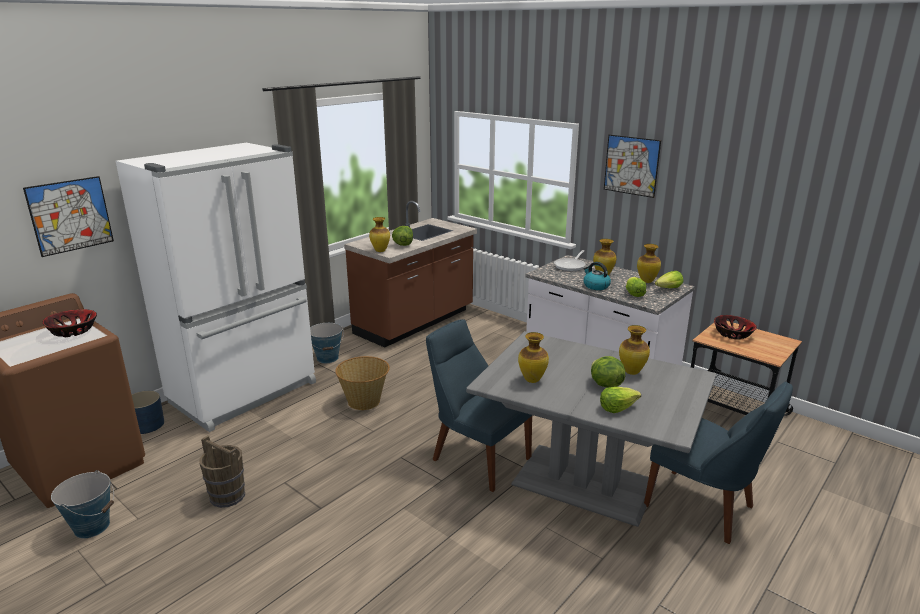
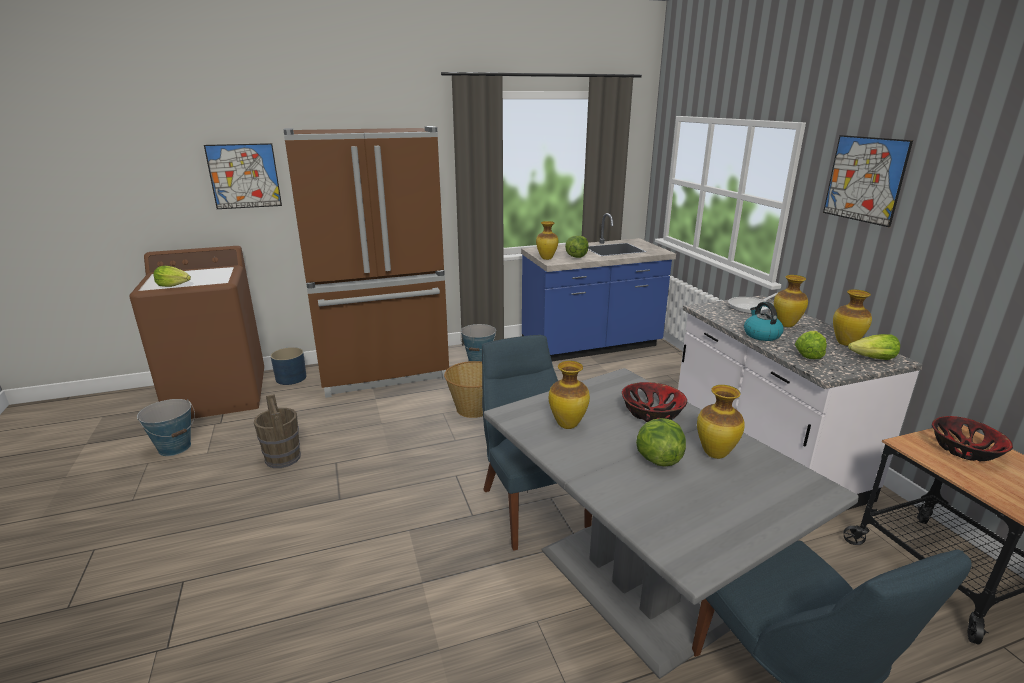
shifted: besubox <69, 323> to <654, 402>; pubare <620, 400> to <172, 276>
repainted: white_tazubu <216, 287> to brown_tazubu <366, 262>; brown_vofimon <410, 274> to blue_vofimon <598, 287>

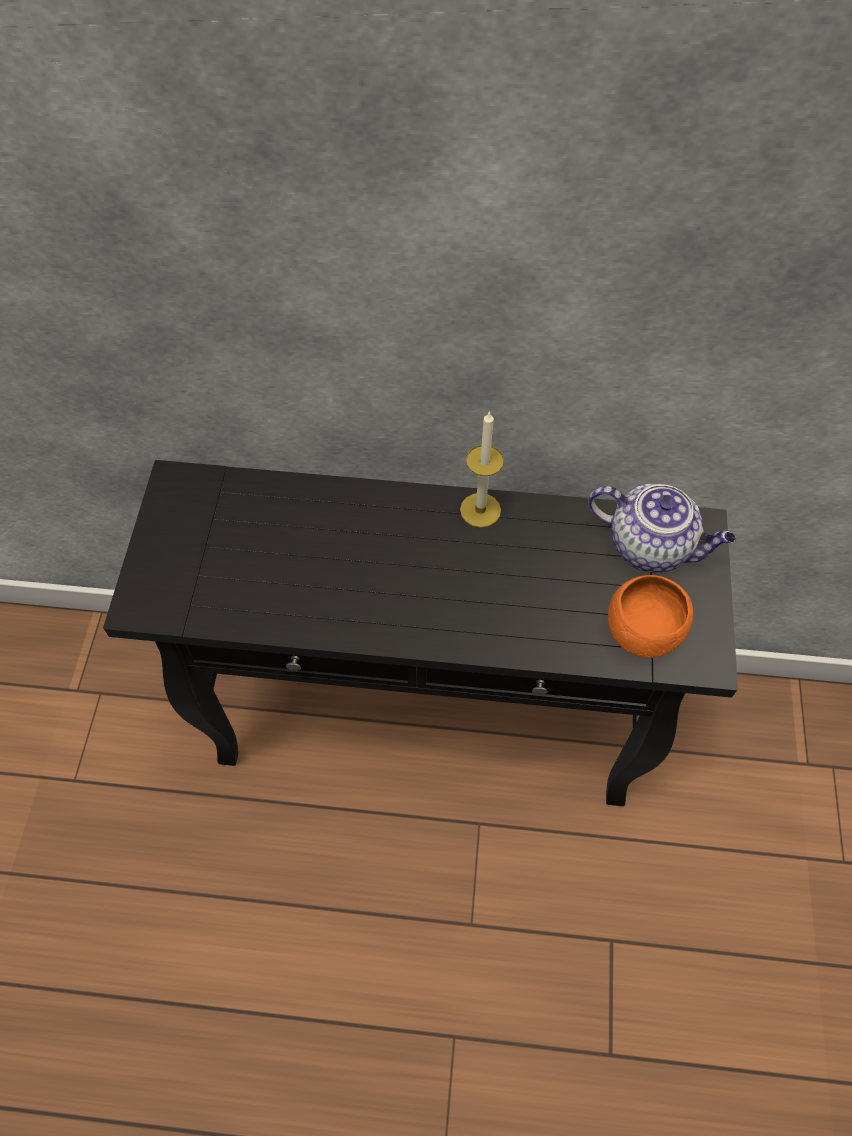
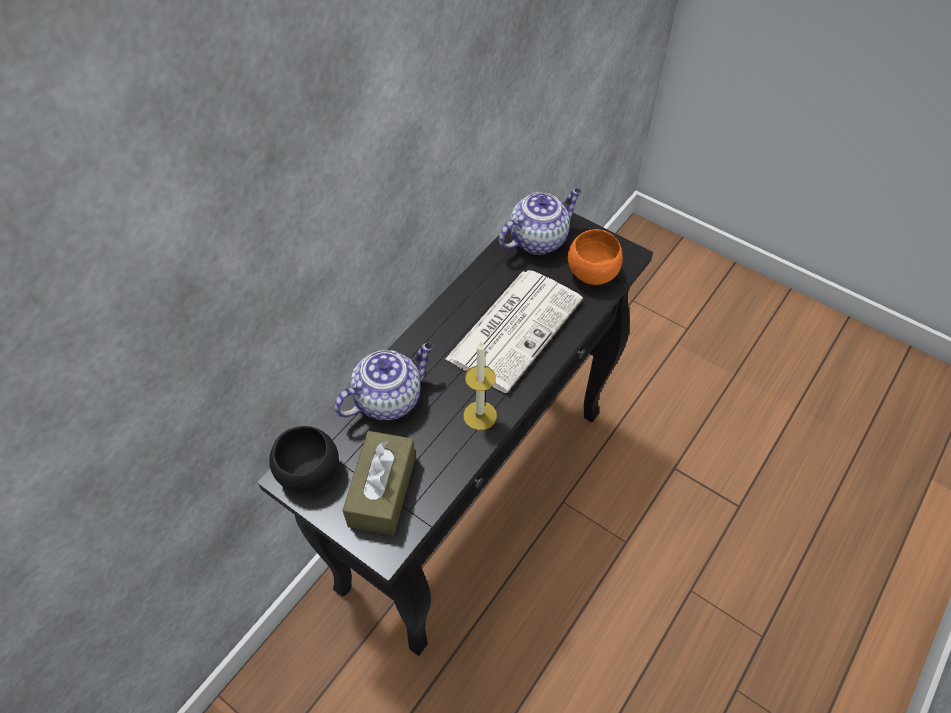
new: black_besubox <304, 459>; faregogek <383, 381>; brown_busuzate <379, 483>; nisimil <514, 331>
shifted: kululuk <482, 469> to <480, 386>

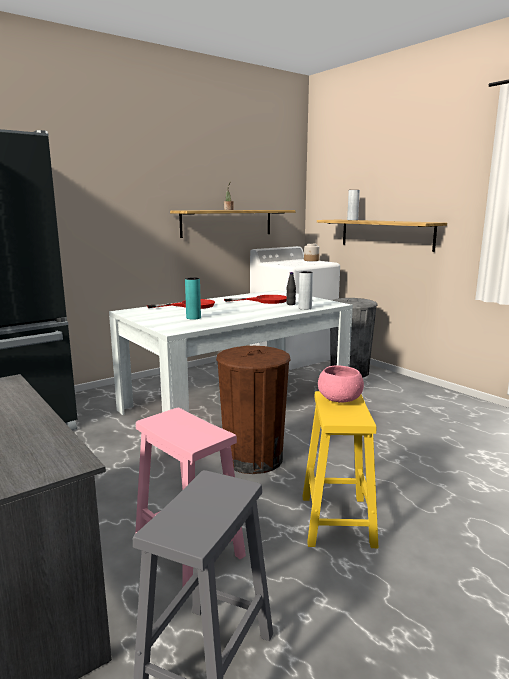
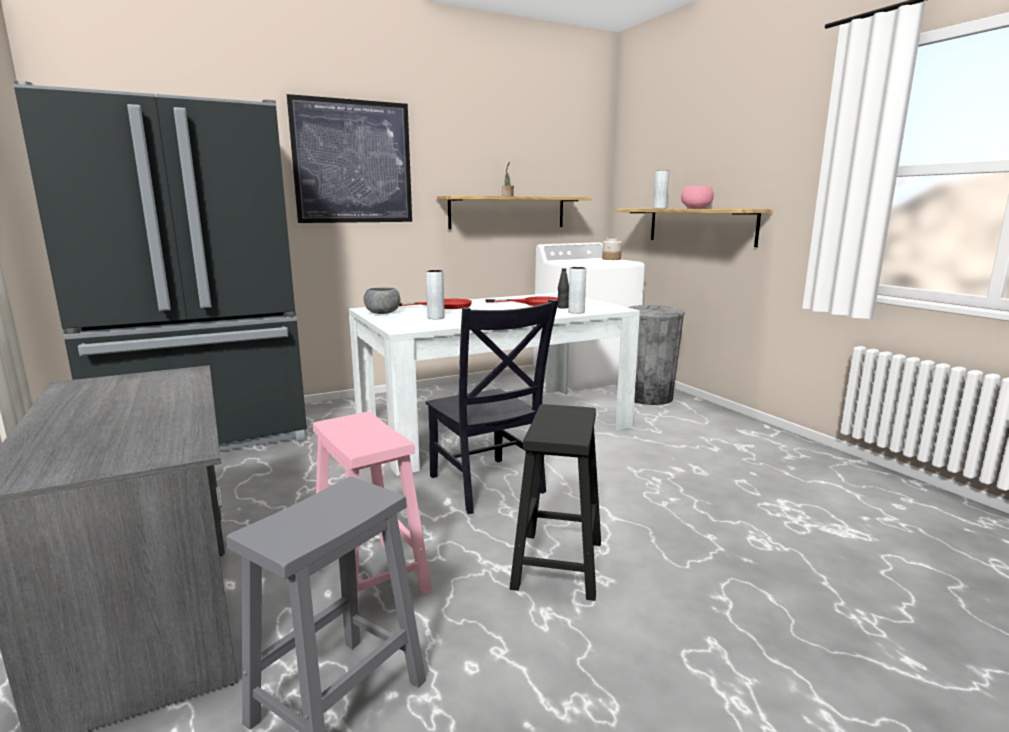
new: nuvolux <349, 158>; grey_besubox <382, 300>
shifted: pink_besubox <341, 384> to <697, 197>
swapped: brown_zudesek <253, 410> to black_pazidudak <492, 406>
repainted: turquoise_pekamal <193, 298> to grey_pekamal <435, 294>; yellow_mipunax <340, 469> to black_mipunax <555, 502>

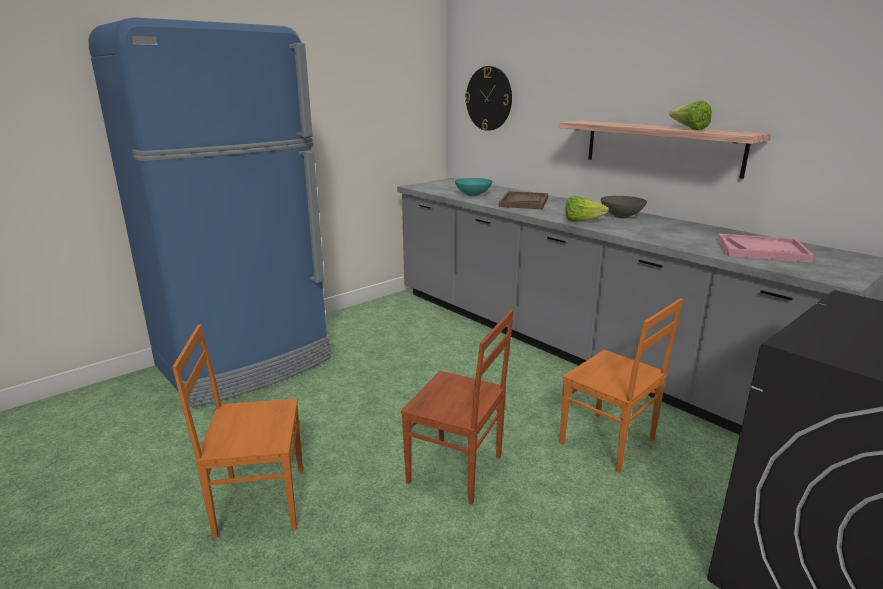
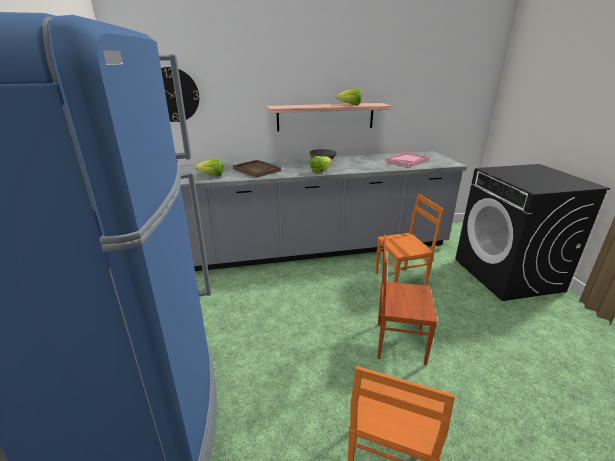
swapped: turquoise_besubox <474, 187> to pubare <209, 167>
rotated: brown_pazidudak <457, 407> = <408, 300> 135 degrees counterclockwise

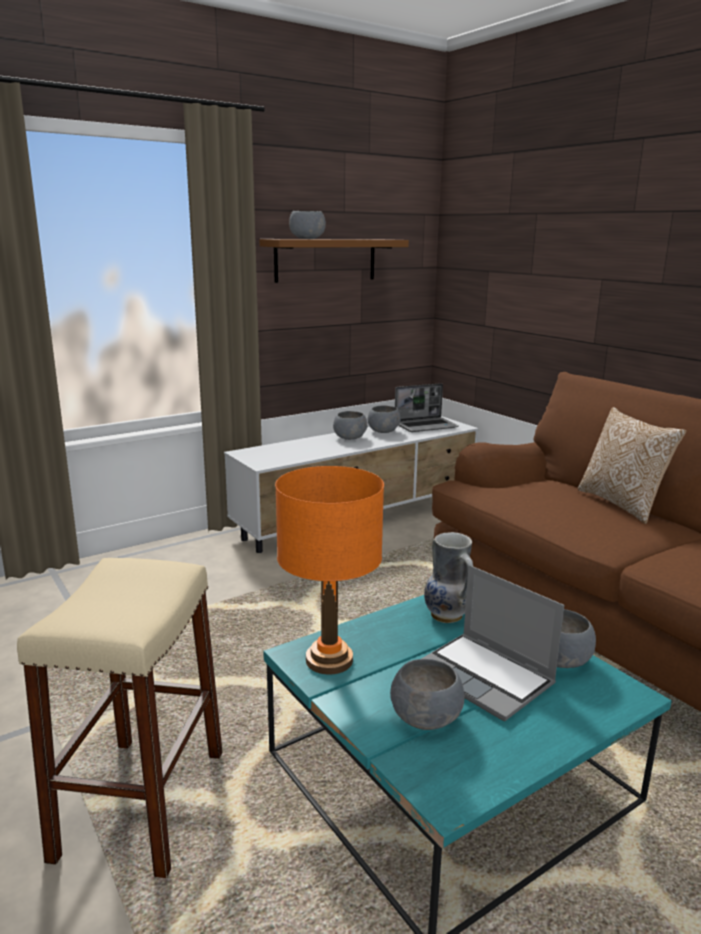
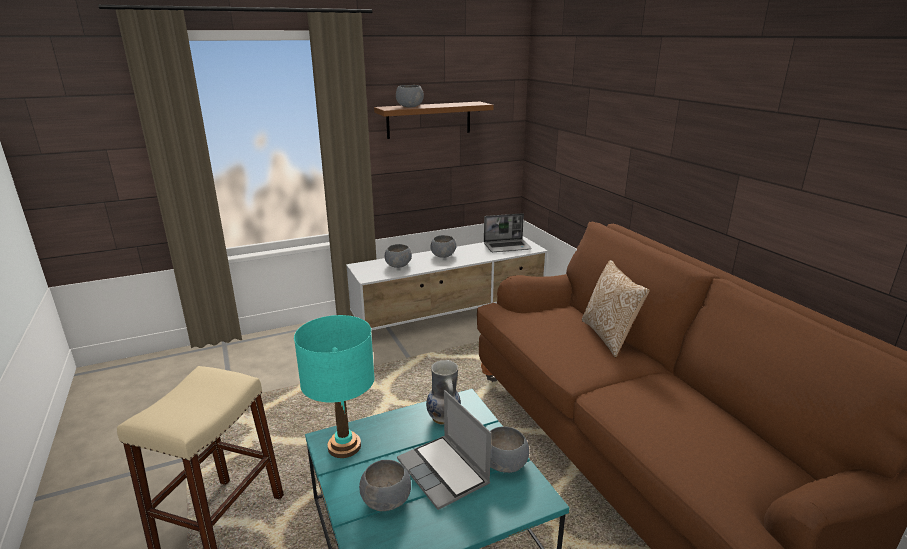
shifted: grey_besubox <384, 419> to <398, 256>
repainted: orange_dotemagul <329, 570> to turquoise_dotemagul <334, 386>

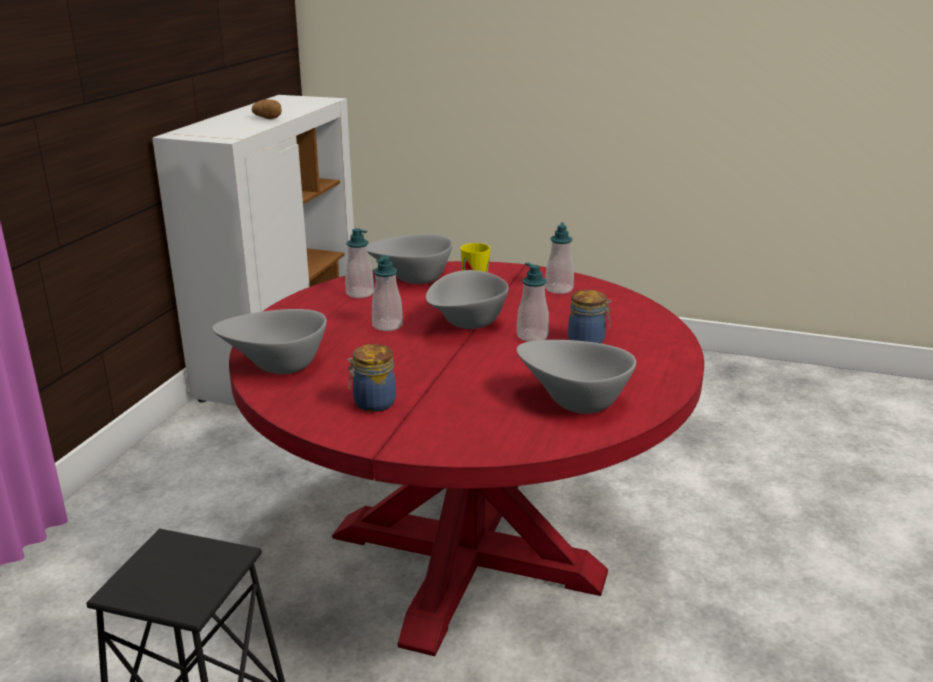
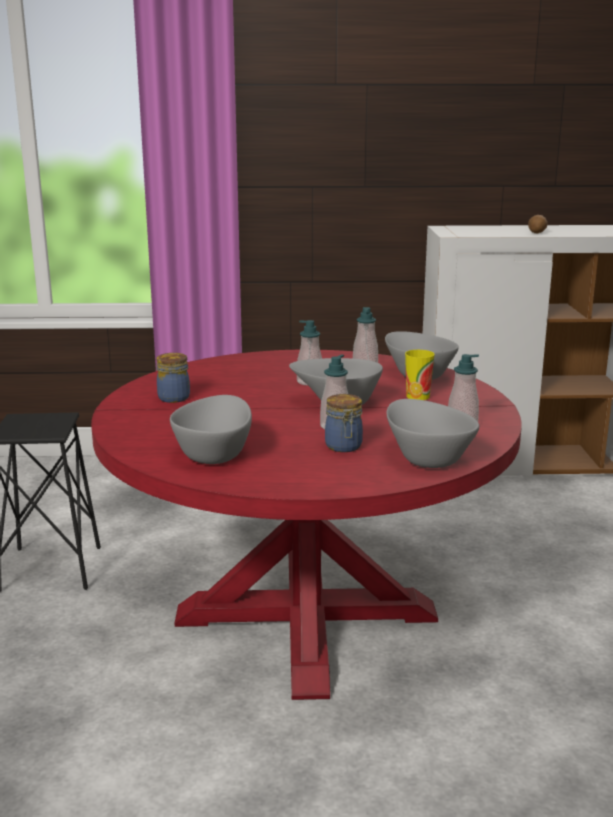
shifted: grey_besubox <269, 341> to <433, 433>

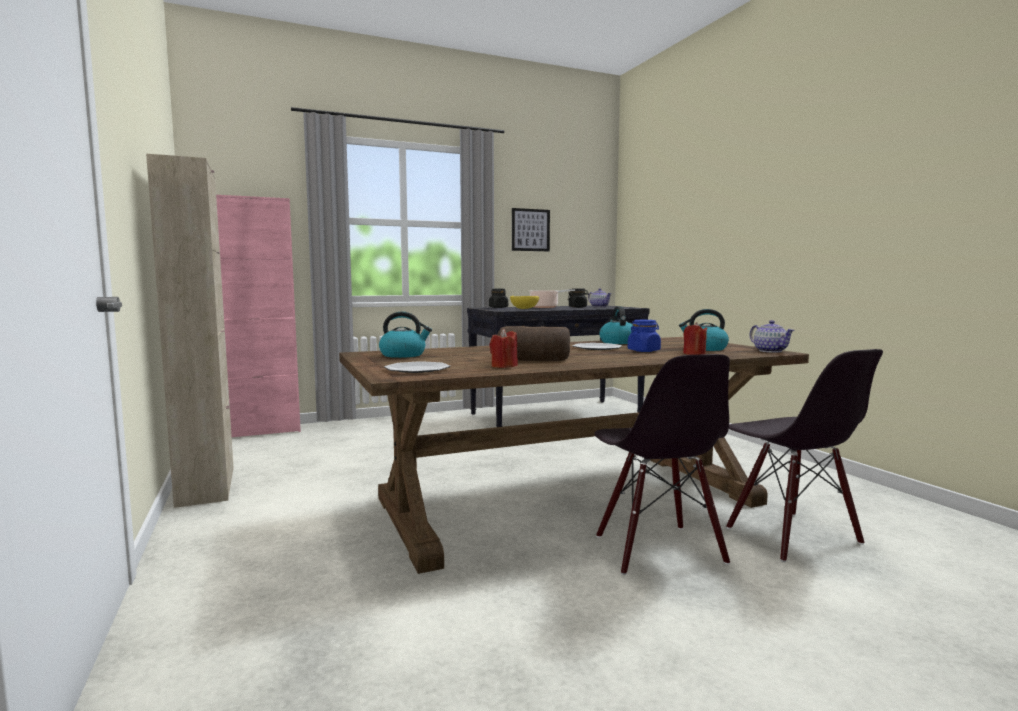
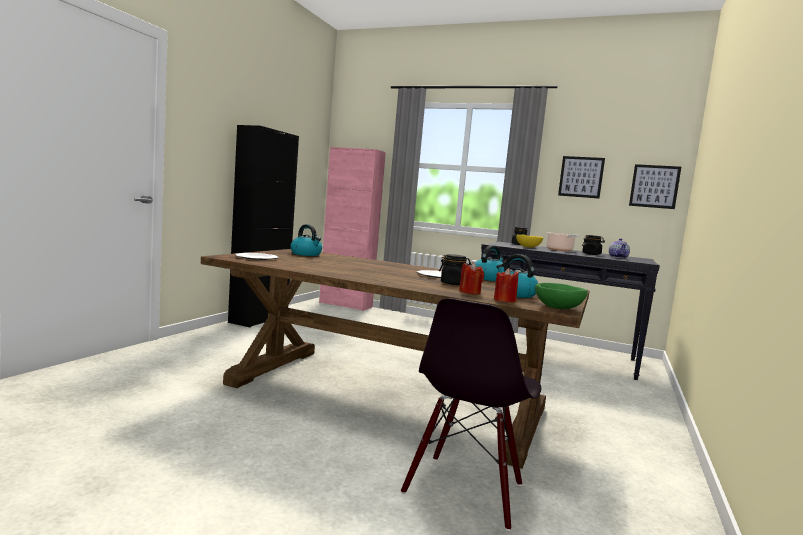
gone: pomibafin <533, 343>; black_pazidudak <662, 464>
new: nuvolux <655, 186>
shifted: red_kululuk <504, 348> to <506, 285>
swapped: faregogek <772, 336> to green_besubox <561, 296>
repainted: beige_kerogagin <190, 331> to black_kerogagin <263, 226>; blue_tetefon <644, 336> to black_tetefon <455, 269>

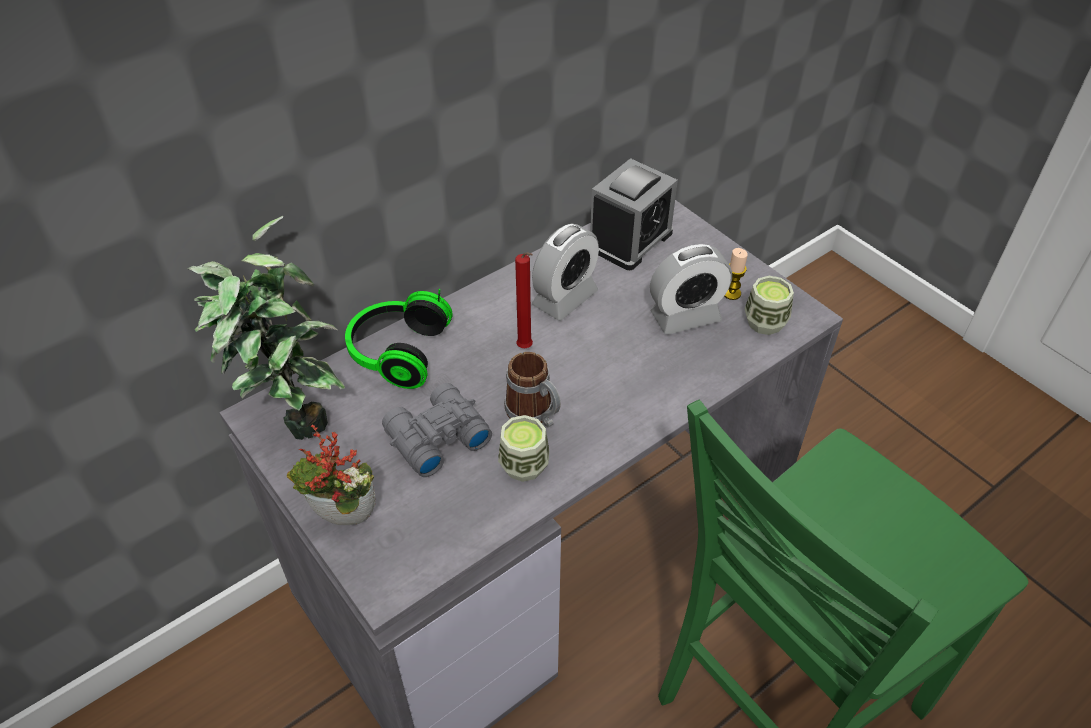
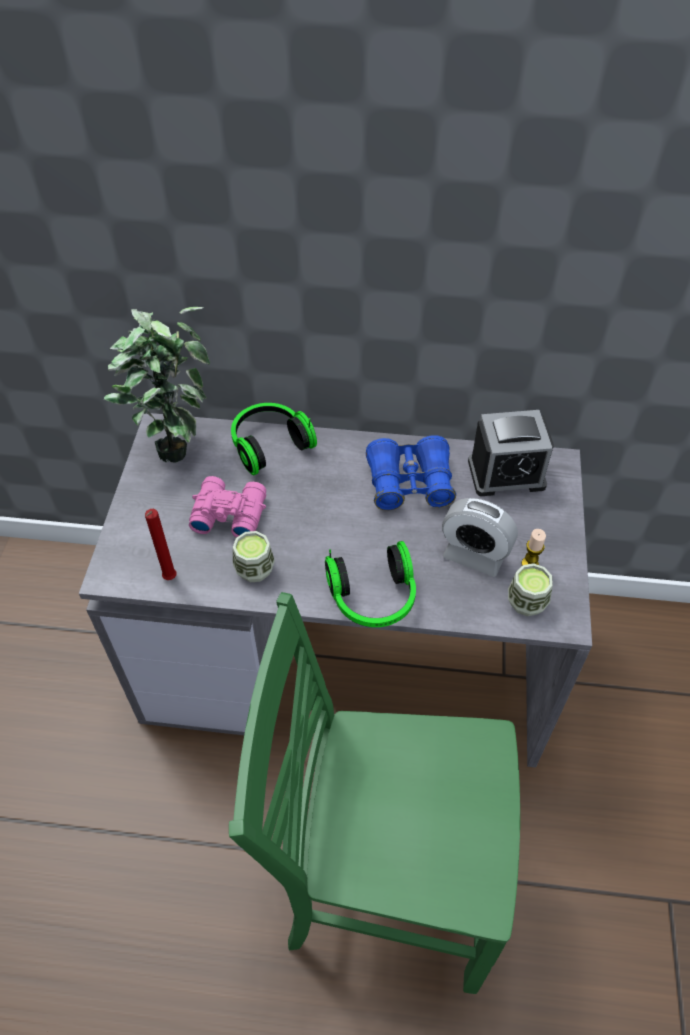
gone: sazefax <331, 475>; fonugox <532, 389>
new: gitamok <370, 584>
shifted: red_kululuk <524, 300> to <161, 544>
swapped: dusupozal <565, 272> to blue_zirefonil <411, 473>
repainted: grey_zirefonil <437, 430> to pink_zirefonil <227, 506>

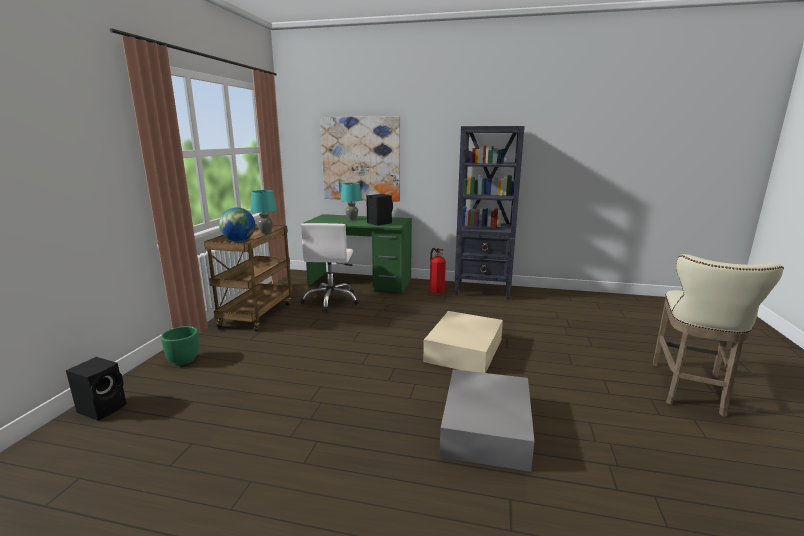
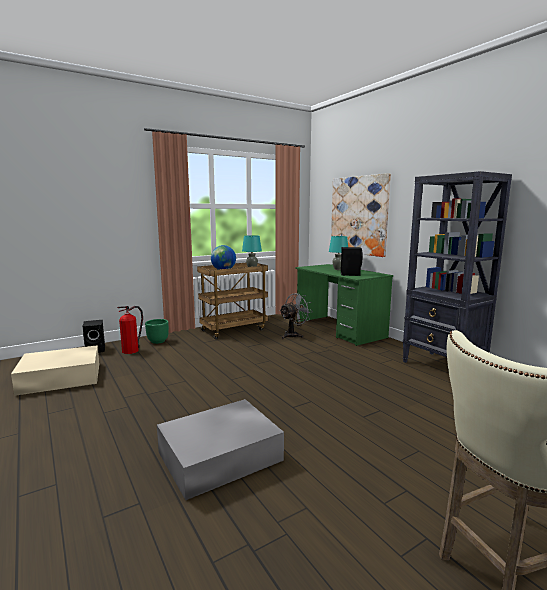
shifted: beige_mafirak <463, 342> to <55, 370>; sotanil <438, 271> to <130, 330>
swapped: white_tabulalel <329, 267> to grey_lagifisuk <296, 316>

